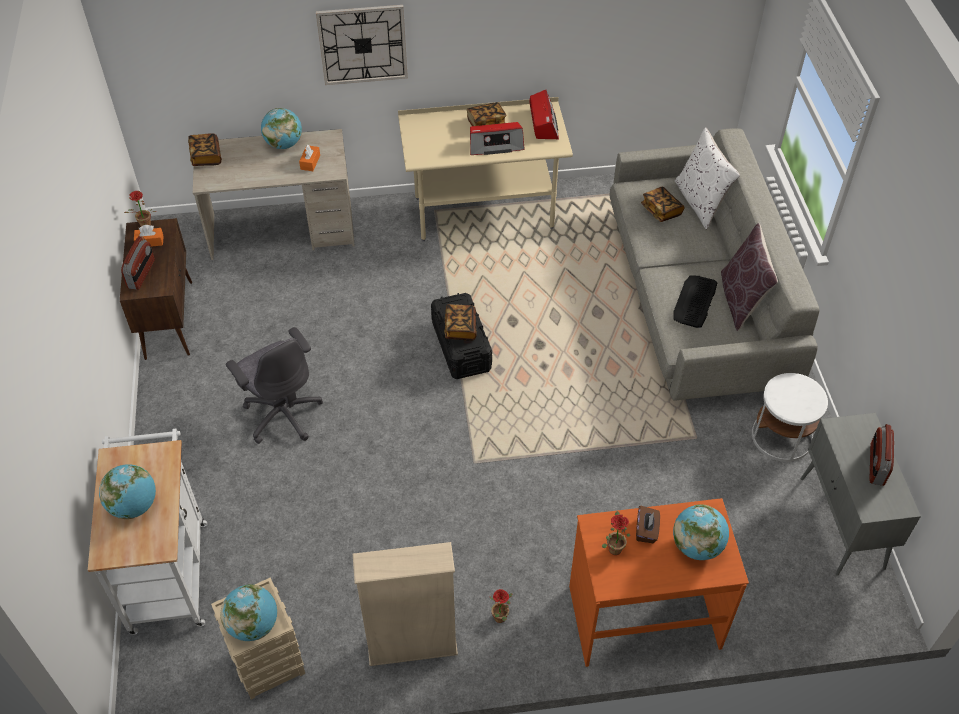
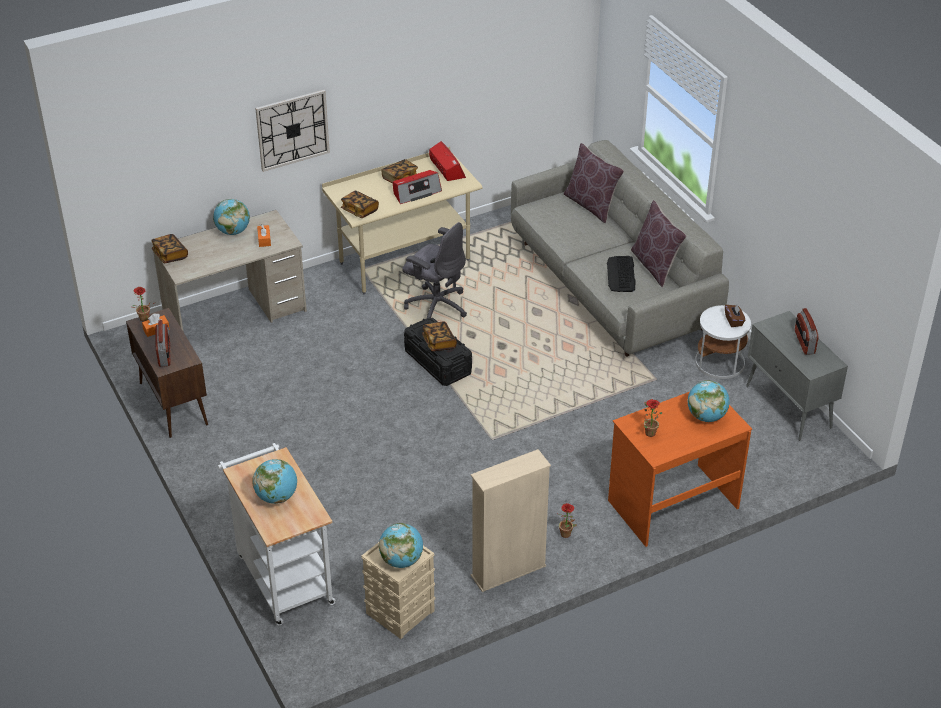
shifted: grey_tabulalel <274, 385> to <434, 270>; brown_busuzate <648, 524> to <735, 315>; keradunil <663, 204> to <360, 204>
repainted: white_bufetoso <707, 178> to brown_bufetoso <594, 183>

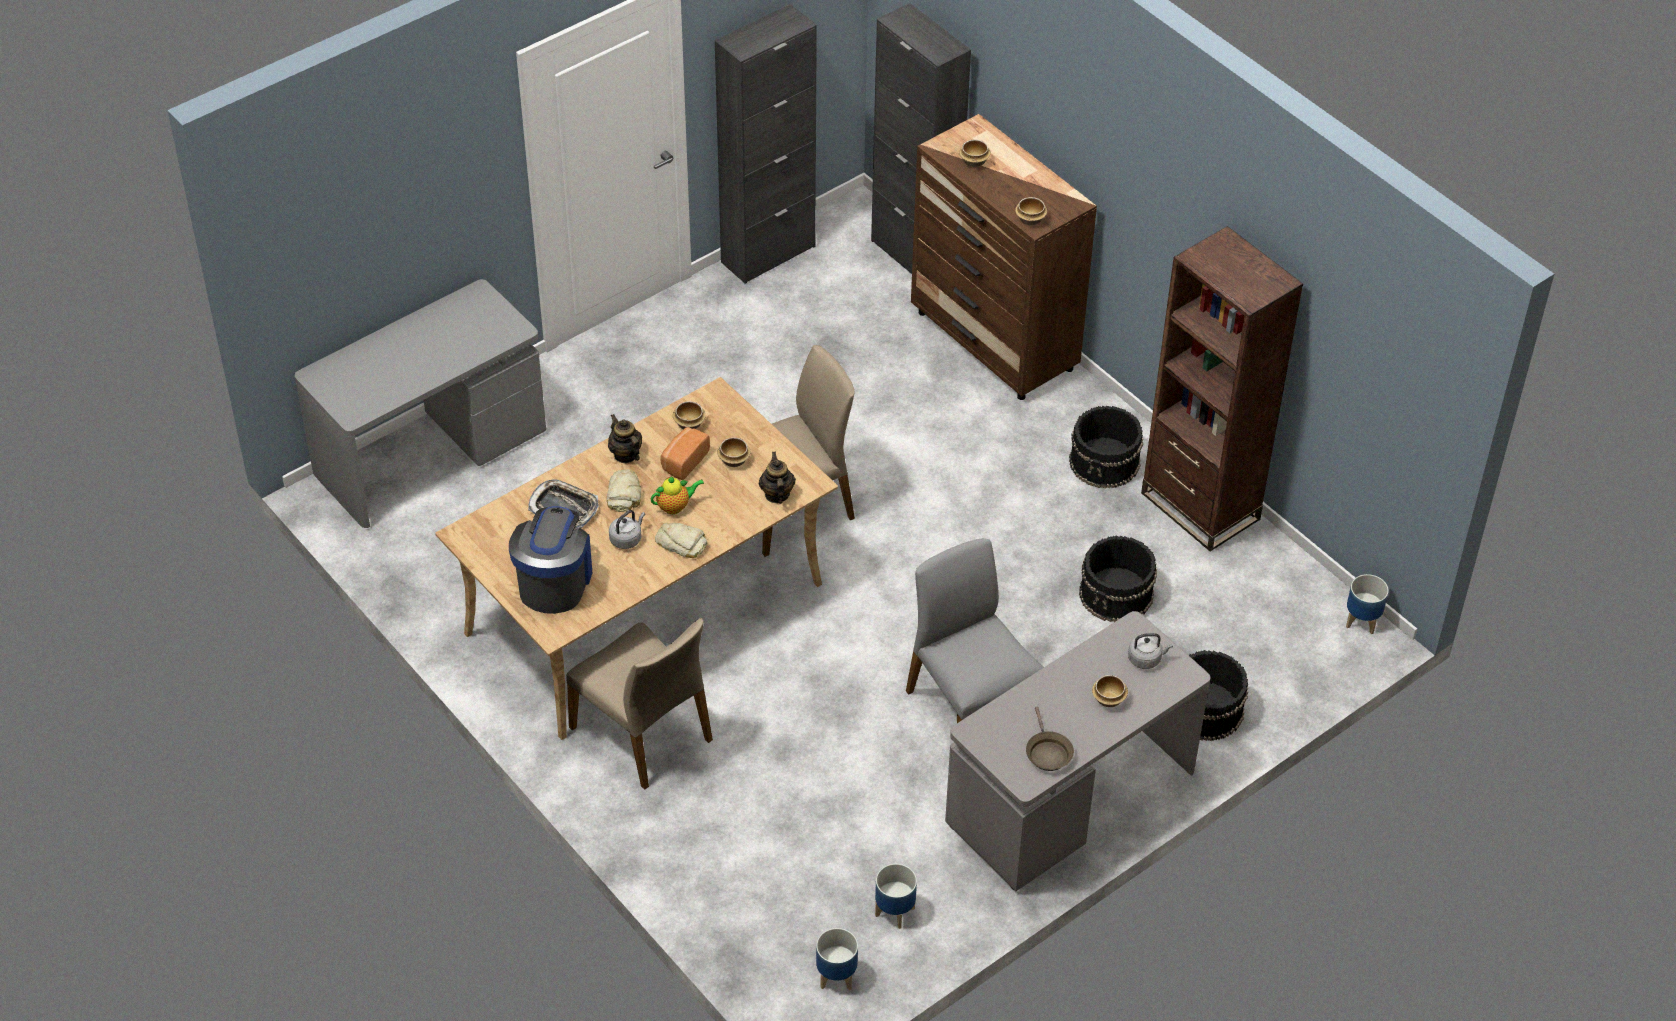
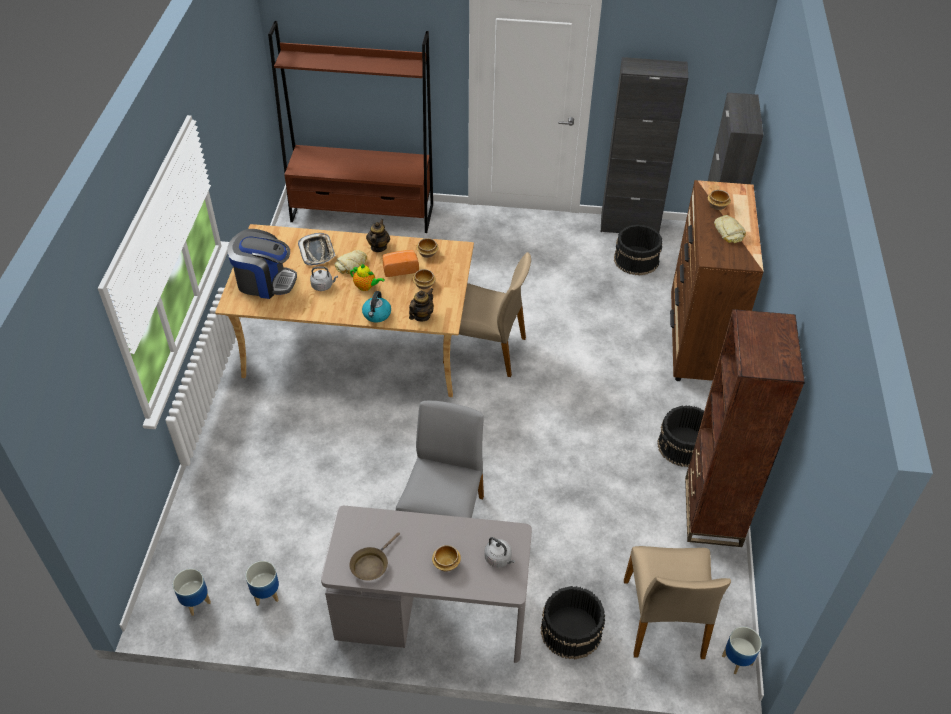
gone: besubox <1031, 211>
new: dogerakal <376, 307>
shifted: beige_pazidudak <639, 704> to <677, 602>; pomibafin <681, 540> to <730, 229>; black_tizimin <1118, 579> to <638, 250>
swapped: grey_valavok <420, 403> to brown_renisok <350, 127>
rotated: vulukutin <550, 560> = <262, 264> 45 degrees clockwise

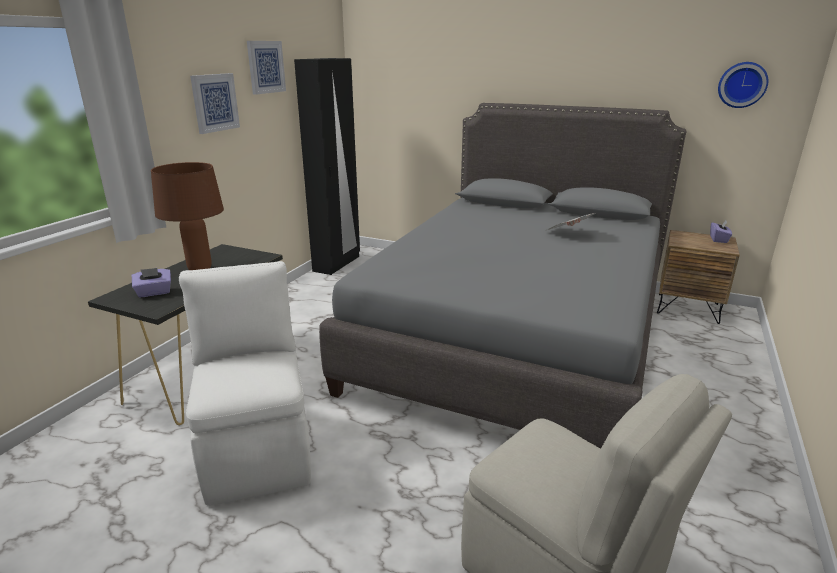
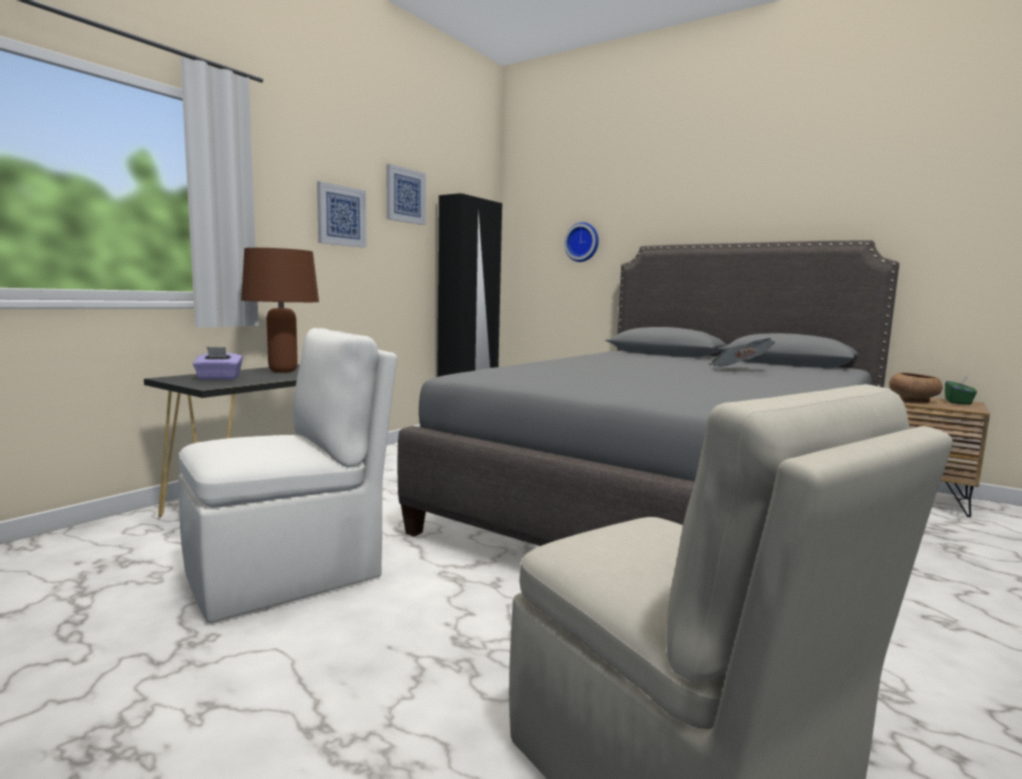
new: brown_besubox <916, 388>
shifted: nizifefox <743, 85> to <581, 242>
repainted: purple_busuzate <721, 231> to green_busuzate <961, 390>
rotated: white_pazidudak <245, 383> = <287, 475> 60 degrees clockwise

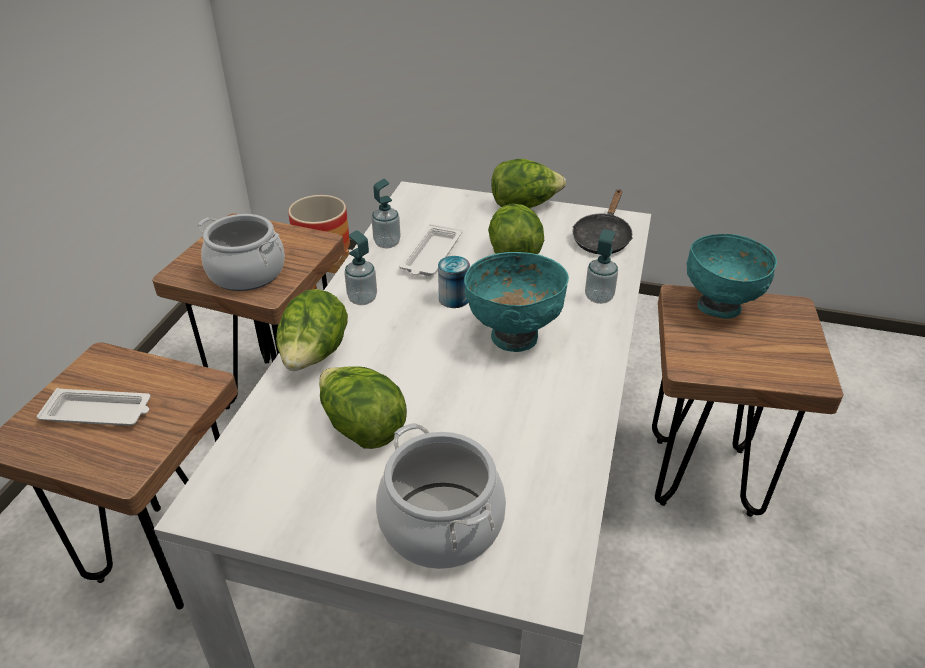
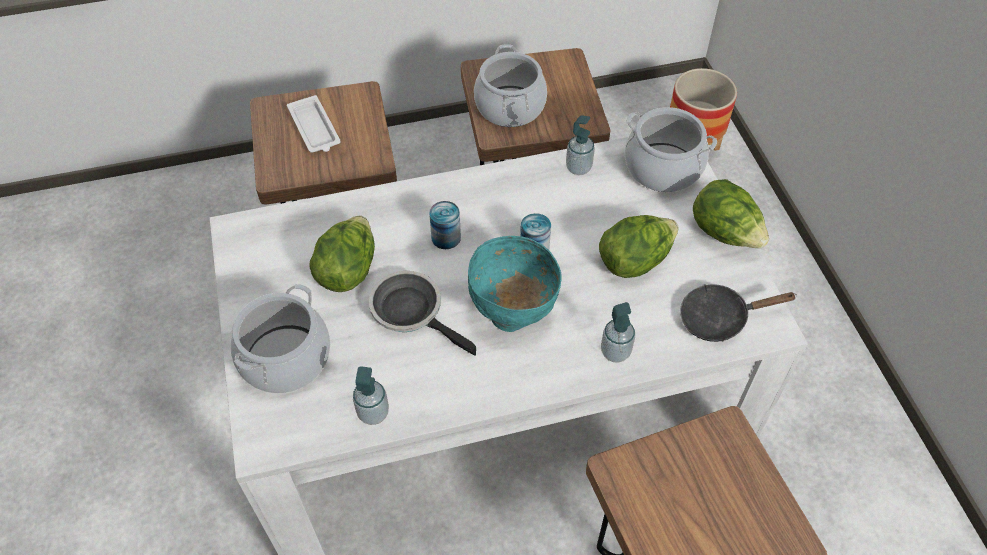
gone: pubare <312, 330>; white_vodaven <430, 250>; turquoise_besubox <732, 276>
new: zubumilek <422, 313>; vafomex <445, 225>; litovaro <671, 149>
shifted: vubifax <360, 267> to <371, 395>

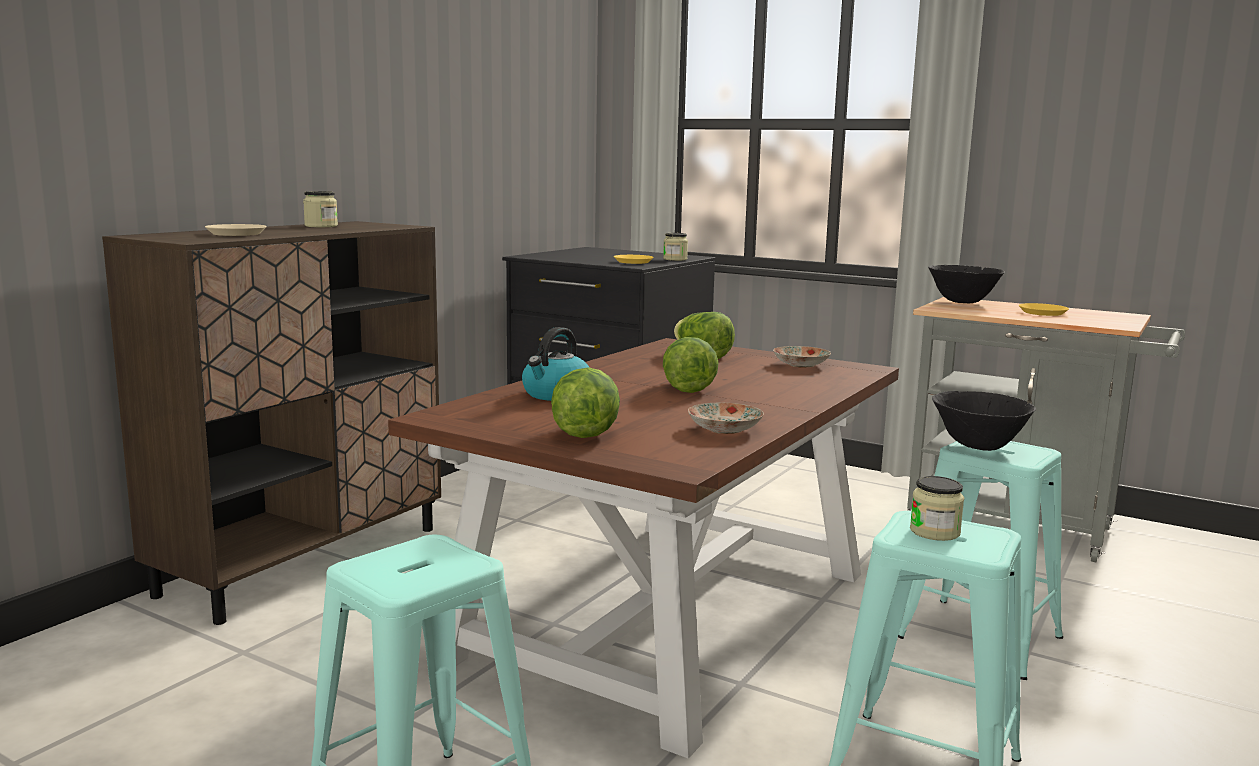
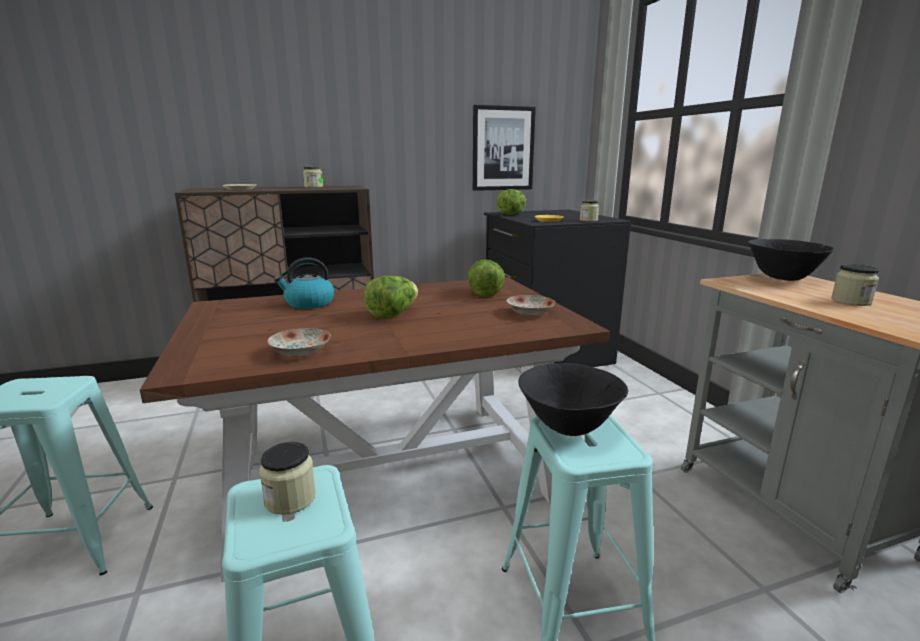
new: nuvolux <504, 148>
shifted: pubare <585, 402> to <511, 202>
swapped: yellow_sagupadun <1044, 309> to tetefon <855, 285>

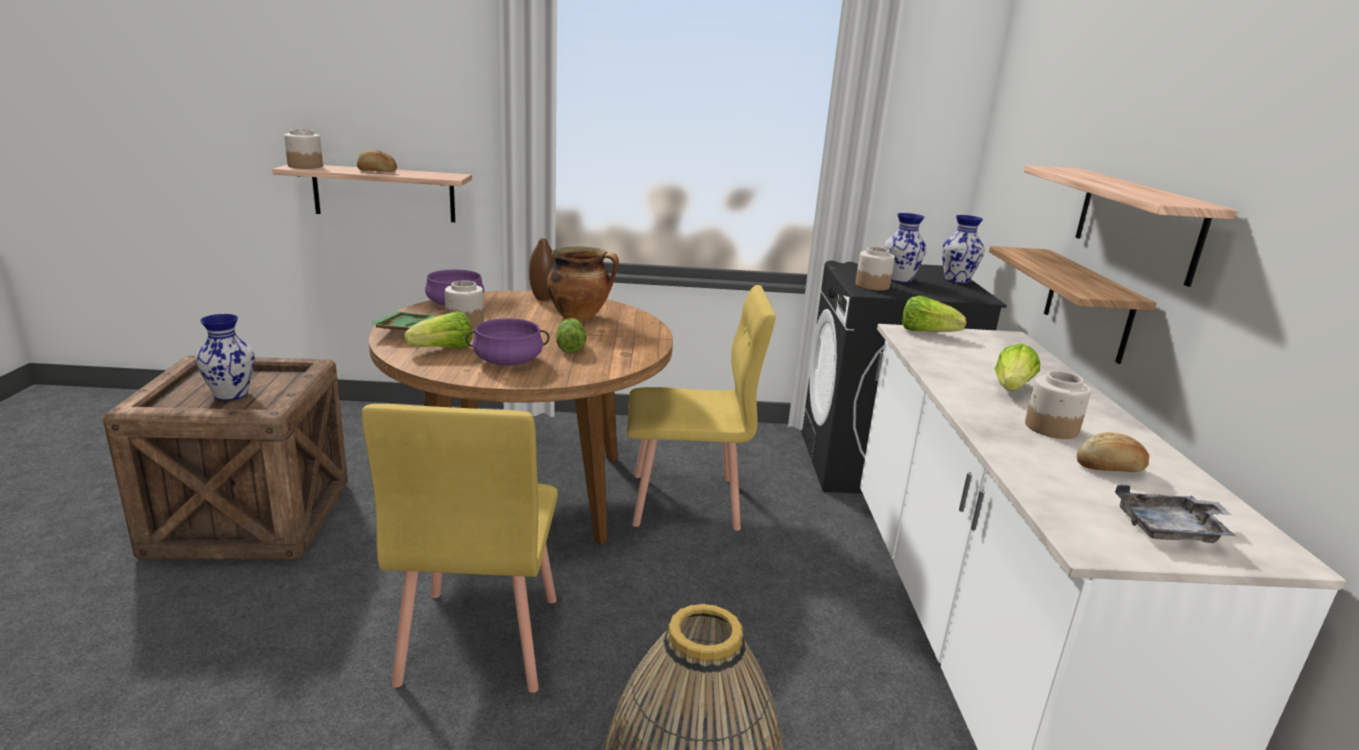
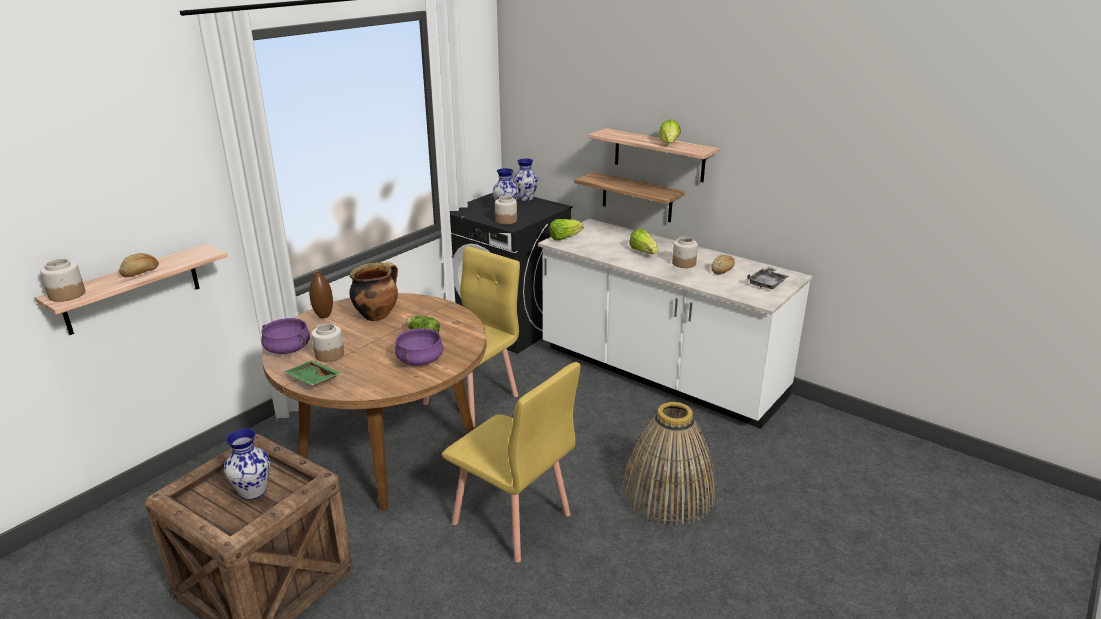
shifted: pubare <438, 330> to <670, 131>

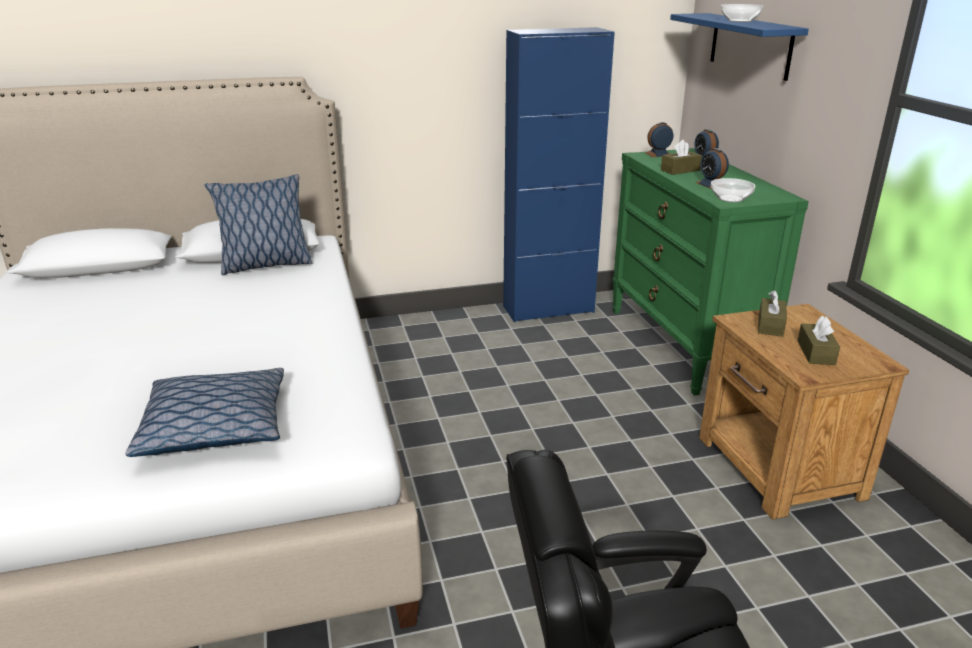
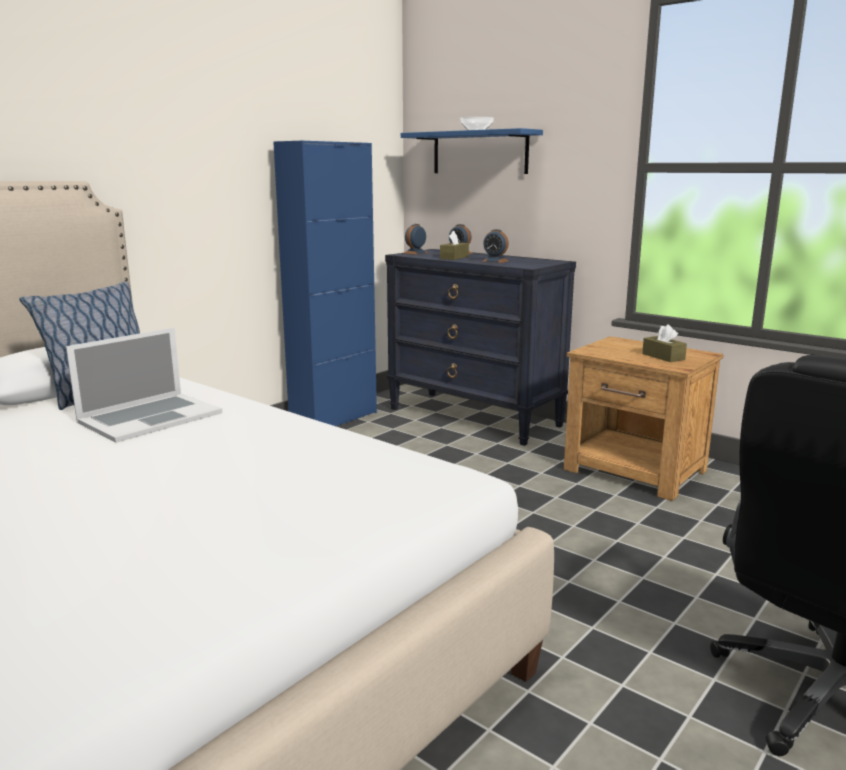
gone: bufetoso <204, 412>; besubox <733, 190>; brown_busuzate <772, 313>
new: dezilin <144, 385>
repainted: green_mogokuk <710, 272> to black_mogokuk <480, 347>

